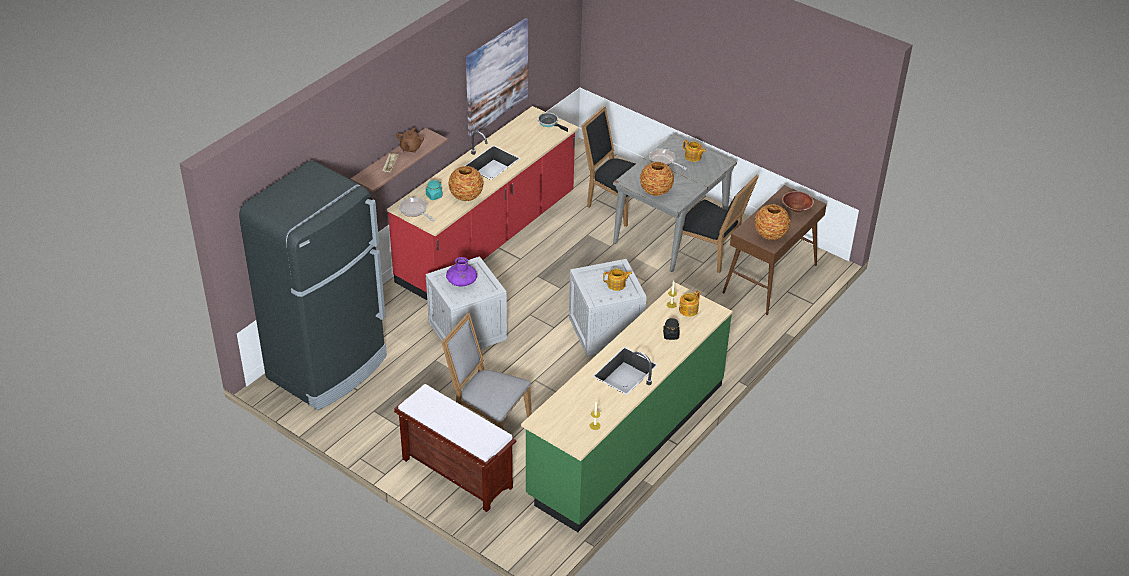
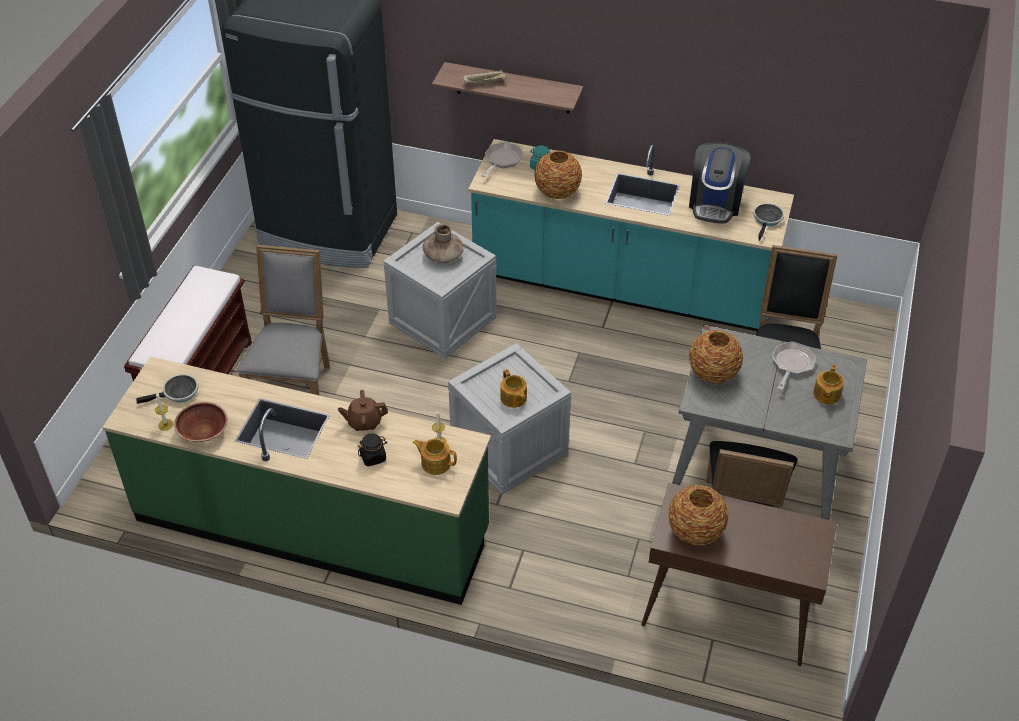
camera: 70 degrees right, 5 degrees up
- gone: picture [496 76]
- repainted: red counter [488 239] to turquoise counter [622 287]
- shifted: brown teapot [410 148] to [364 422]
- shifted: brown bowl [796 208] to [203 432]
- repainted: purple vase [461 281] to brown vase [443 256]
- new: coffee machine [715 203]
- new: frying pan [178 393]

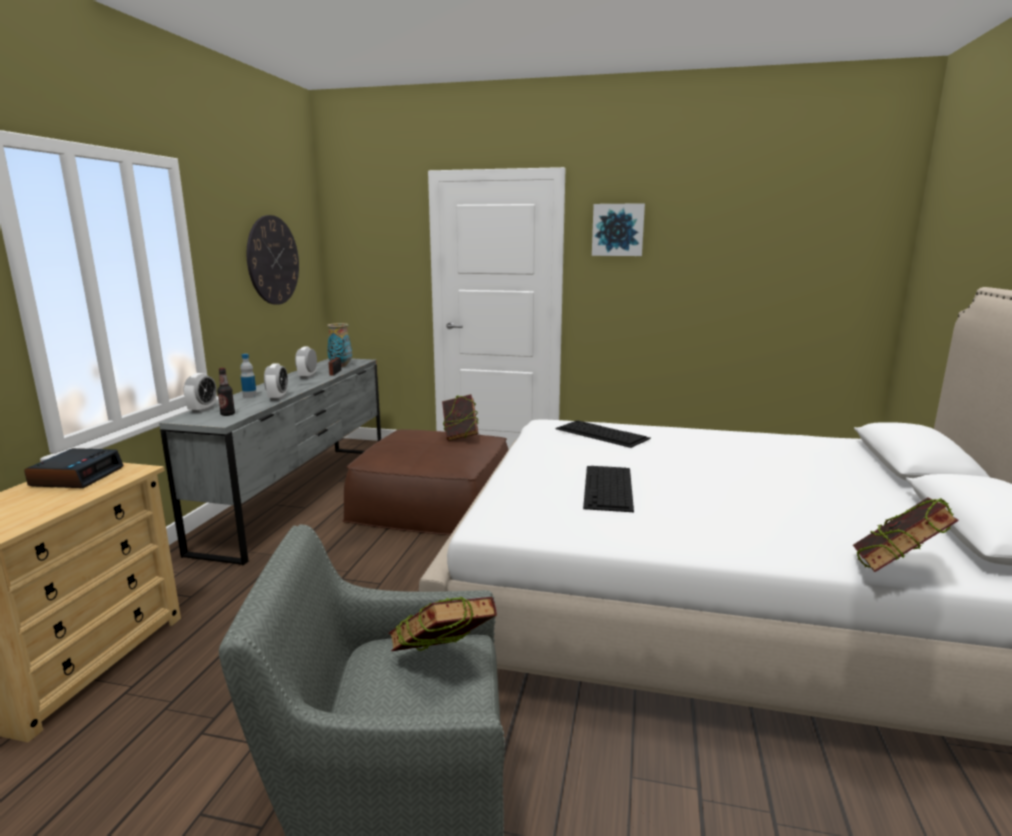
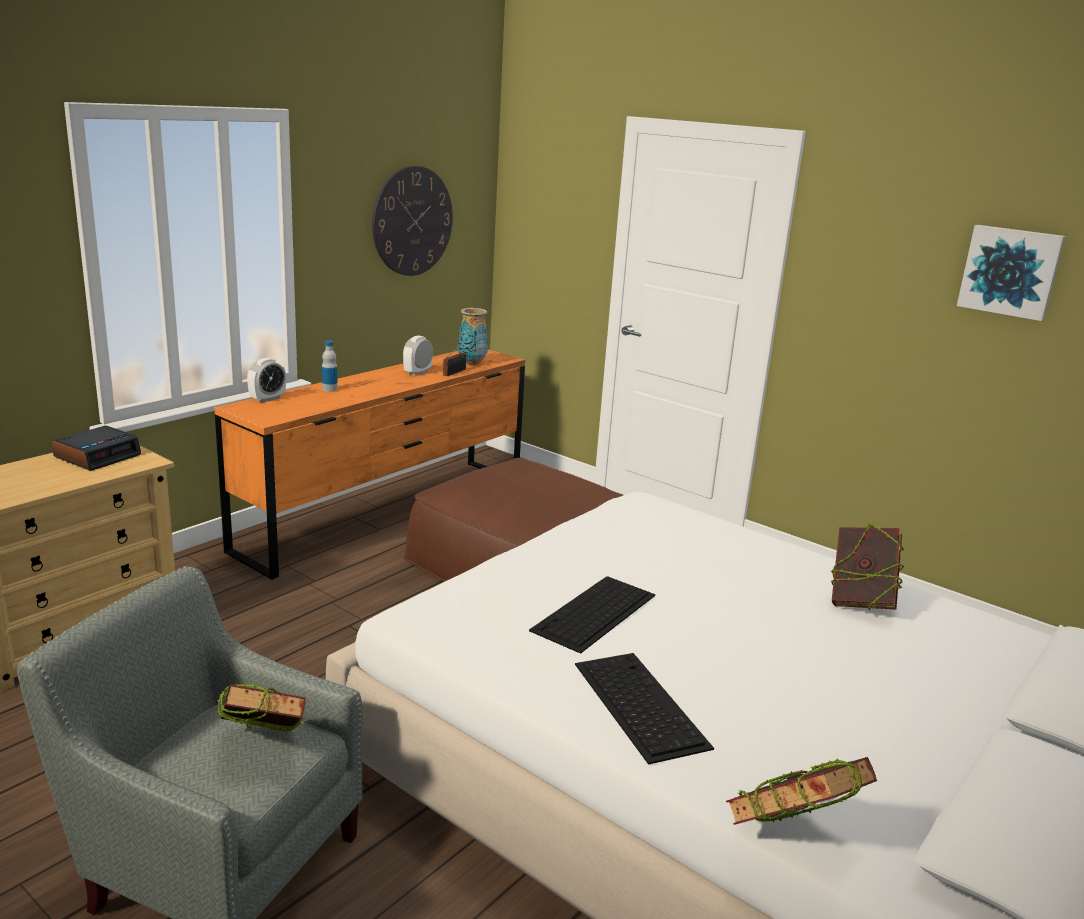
camera: 25 degrees right, 5 degrees up
- shifted: picture [618 230] to [1010 271]
- repainted: grey dresser [301 495] to orange dresser [387 513]
- gone: alarm clock [278 398]
- gone: bottle [227 414]
- shifted: book [460 437] to [859 602]
- shifted: keyboard [600 433] to [638 703]

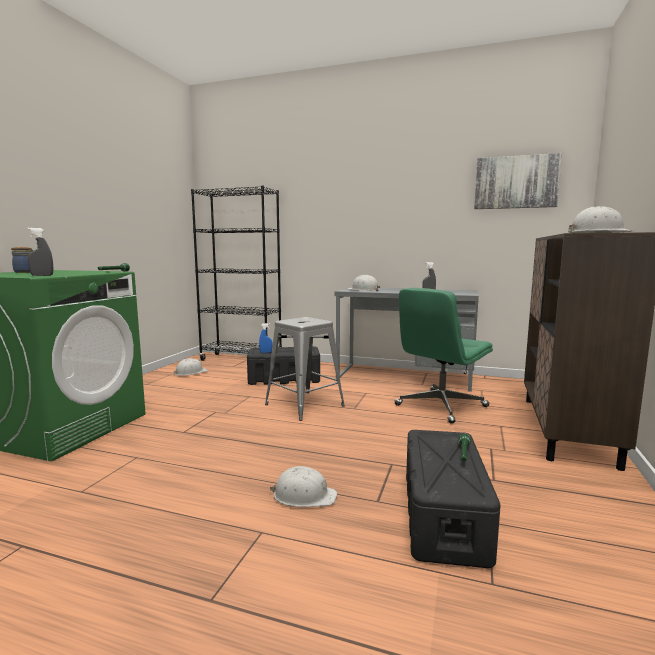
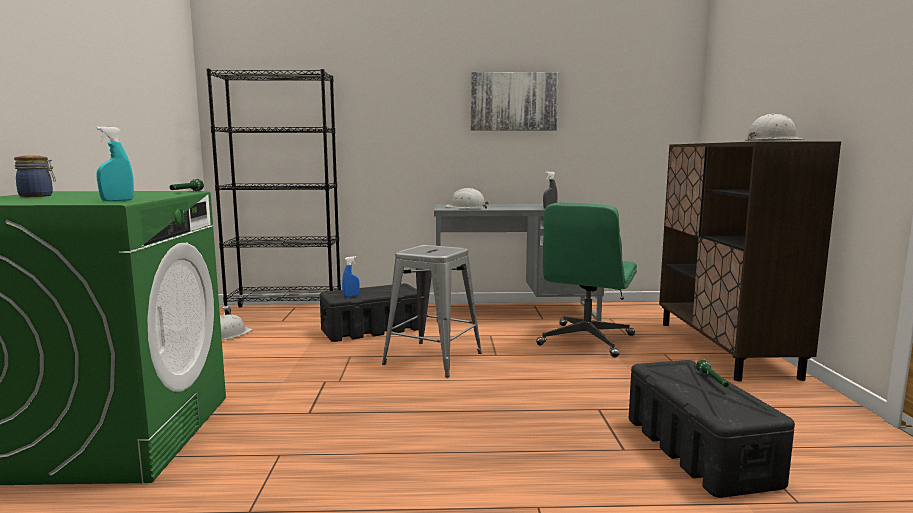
camera: 20 degrees left, 0 degrees up
- shifted: picture [516 182] to [513 101]
- repainted: grey spray bottle [42 275] to turquoise spray bottle [117 200]
- gone: white hard hat [304 496]

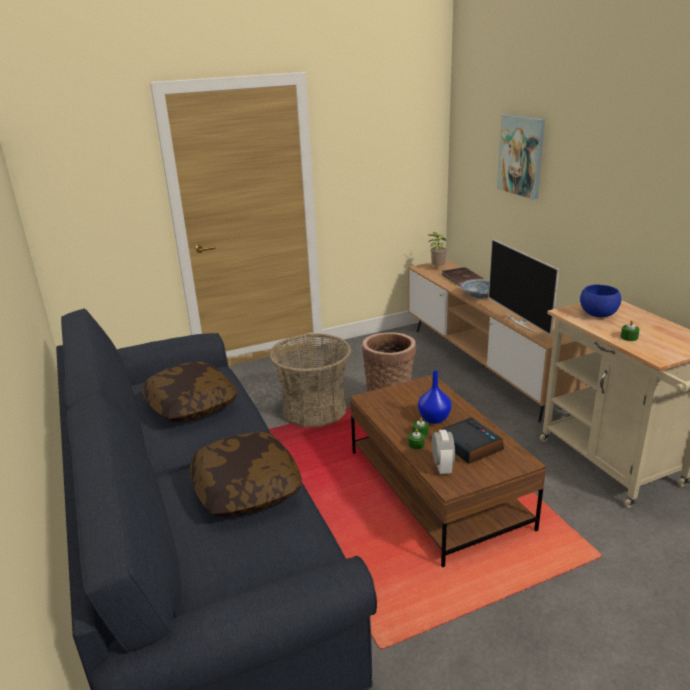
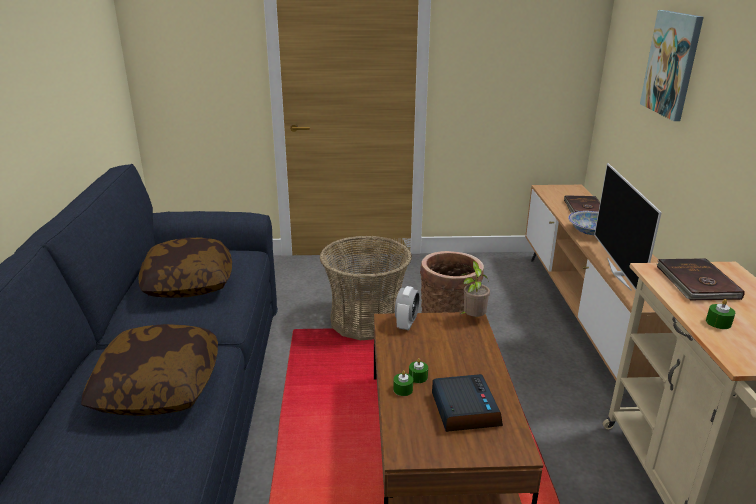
camera: 20 degrees right, 0 degrees up
- shifted: potted plant [437 268] to [472 318]
- swapped: blue bowl [598 315] to brown book [696 283]
- gone: blue vase [434 419]
- shifted: alarm clock [442 467] to [406 324]

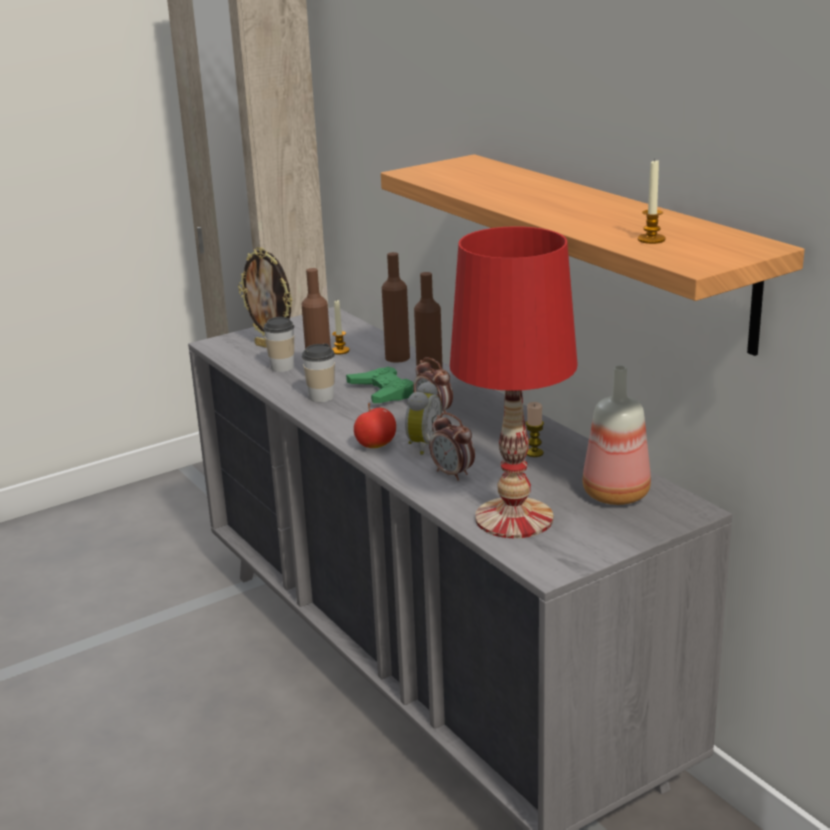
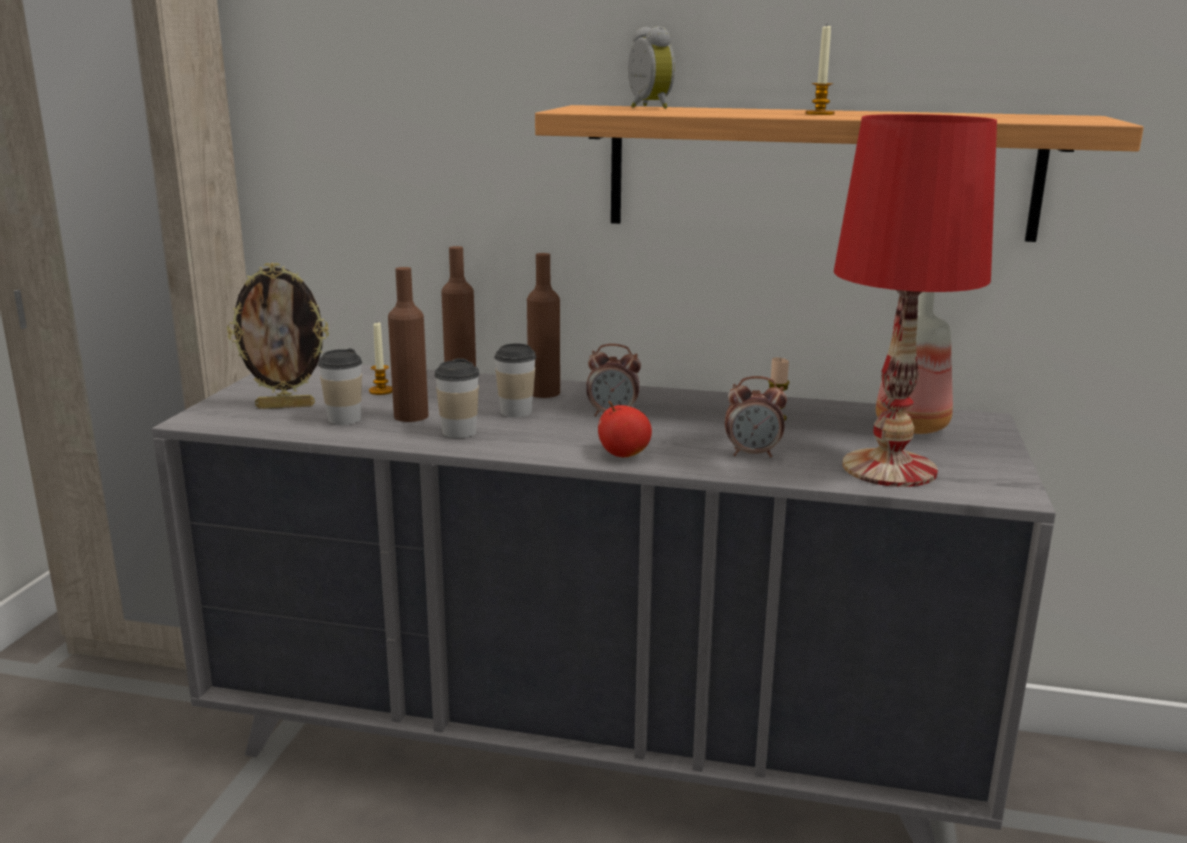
camera: 45 degrees left, 5 degrees down
- shifted: candle [651 239] to [820 114]
- swapped: green game controller [382 392] to cup [516 412]
- shifted: alarm clock [421 445] to [646 107]

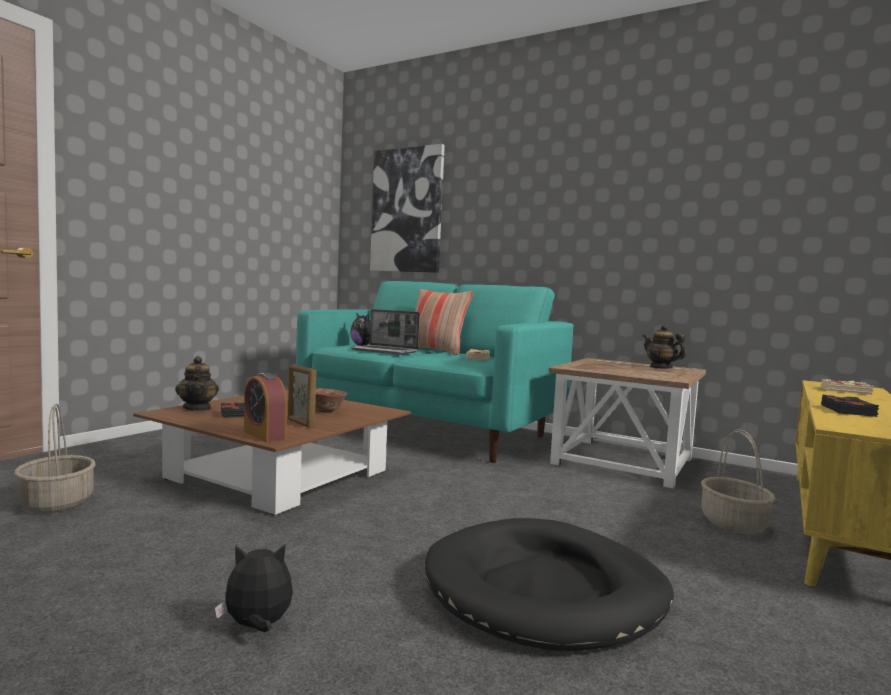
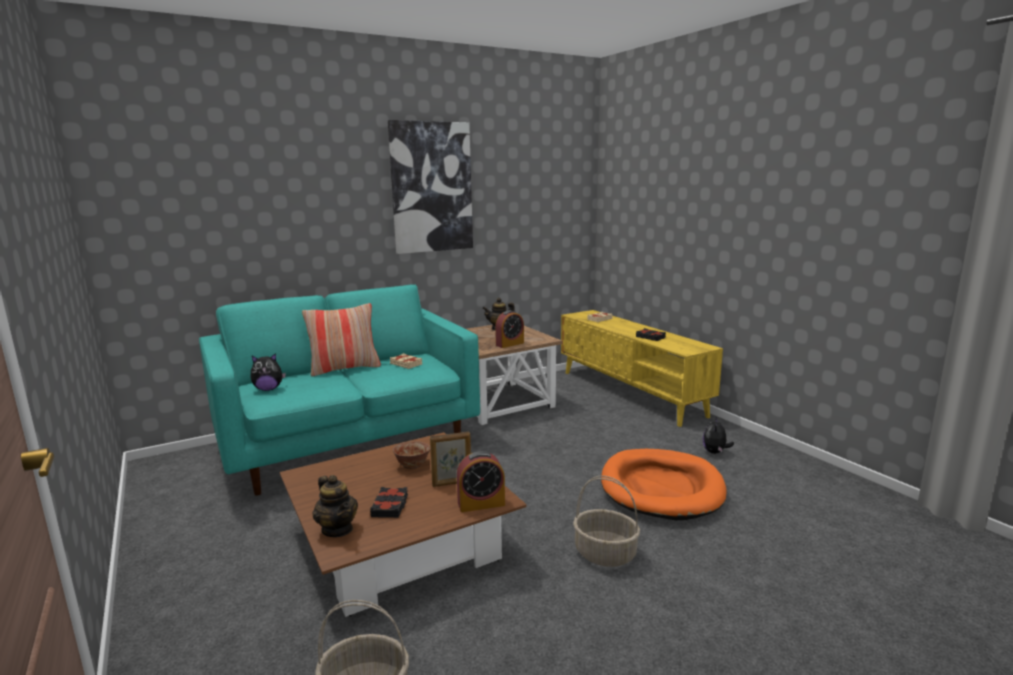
camera: 60 degrees left, 10 degrees up
- shifted: picture [407 210] to [431 187]
- gone: laptop [385 351]
- rotated: teapot [197 408] = [337 529] 45 degrees clockwise
- shifted: basket [734 524] to [606 553]
- repainted: black dog bed [545 590] to orange dog bed [661 488]
- shifted: plush toy [257 627] to [715 452]
- new: alarm clock [510 344]

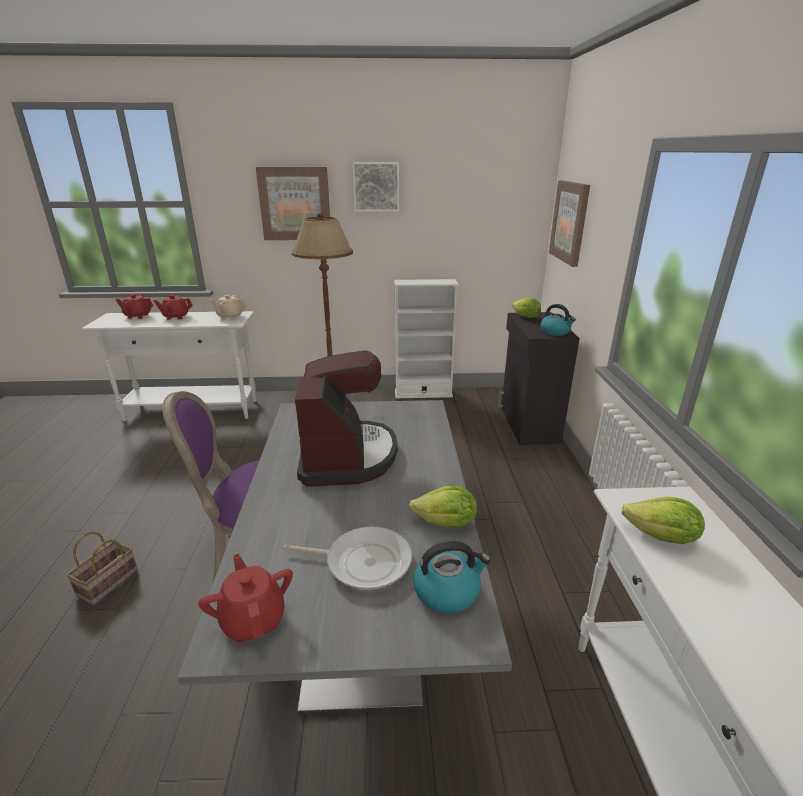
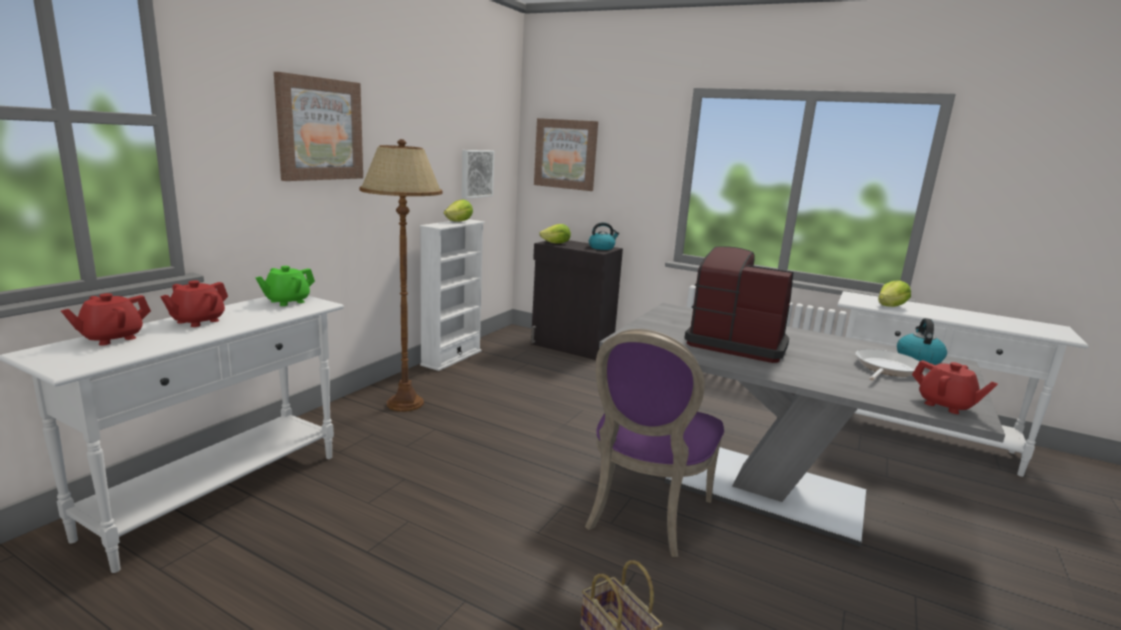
camera: 60 degrees left, 10 degrees down
- shifted: picture [376 187] to [476 173]
- repainted: beige teapot [230 317] to green teapot [287 301]
- shifted: lettuce [446 523] to [459 221]
- rotated: red teapot [253 619] = [945 405] 135 degrees counterclockwise

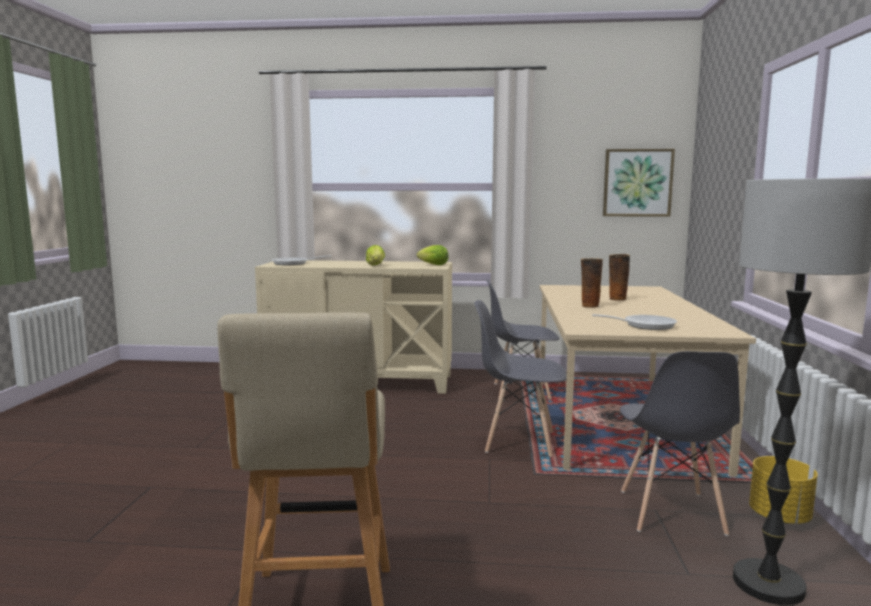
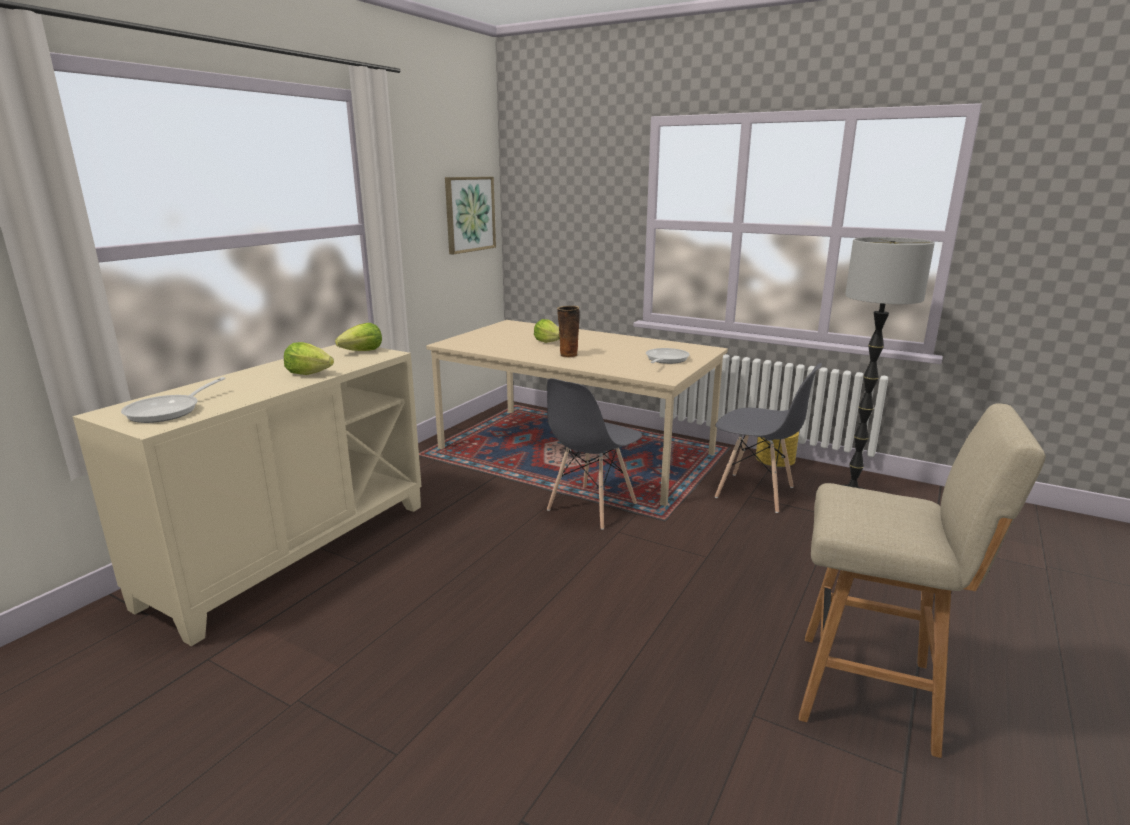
camera: 65 degrees left, 10 degrees up
- swapped: vase [617 299] to lettuce [548 342]
- gone: grey chair [520 391]

